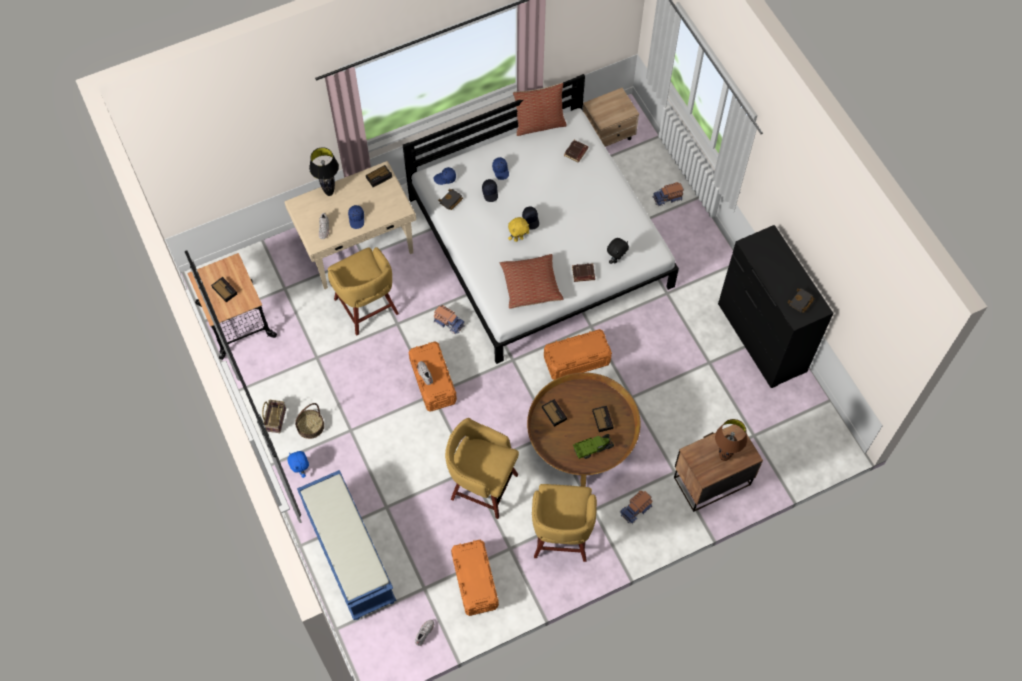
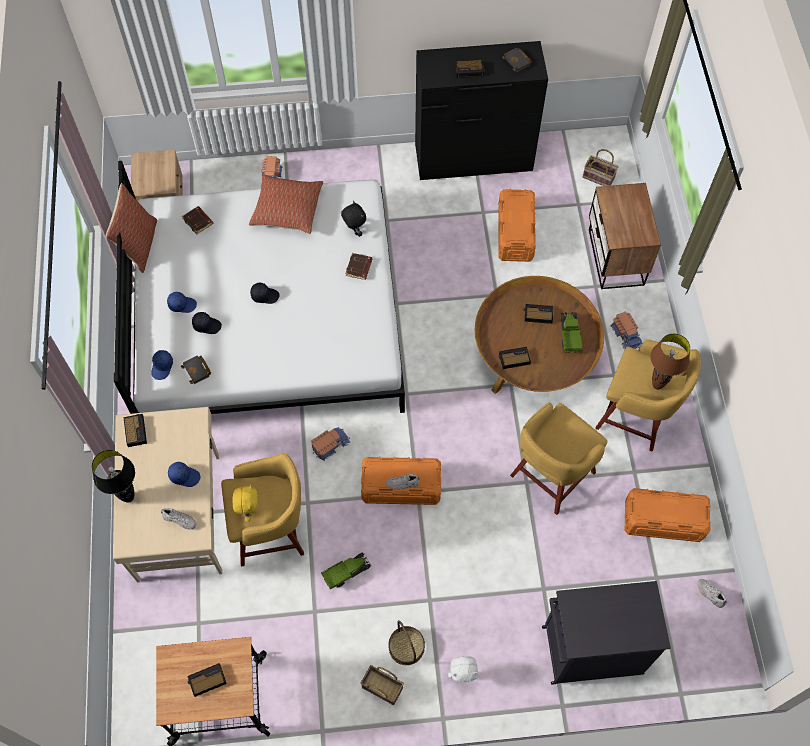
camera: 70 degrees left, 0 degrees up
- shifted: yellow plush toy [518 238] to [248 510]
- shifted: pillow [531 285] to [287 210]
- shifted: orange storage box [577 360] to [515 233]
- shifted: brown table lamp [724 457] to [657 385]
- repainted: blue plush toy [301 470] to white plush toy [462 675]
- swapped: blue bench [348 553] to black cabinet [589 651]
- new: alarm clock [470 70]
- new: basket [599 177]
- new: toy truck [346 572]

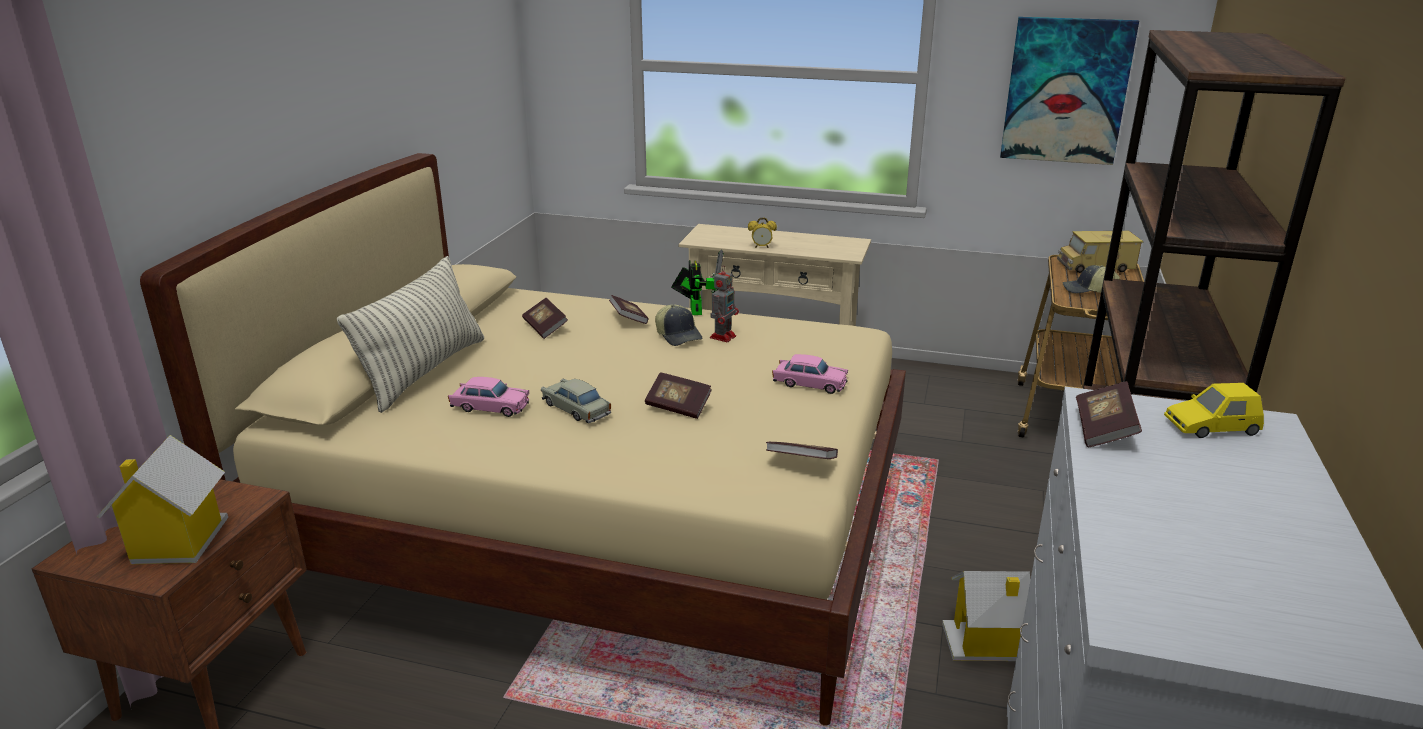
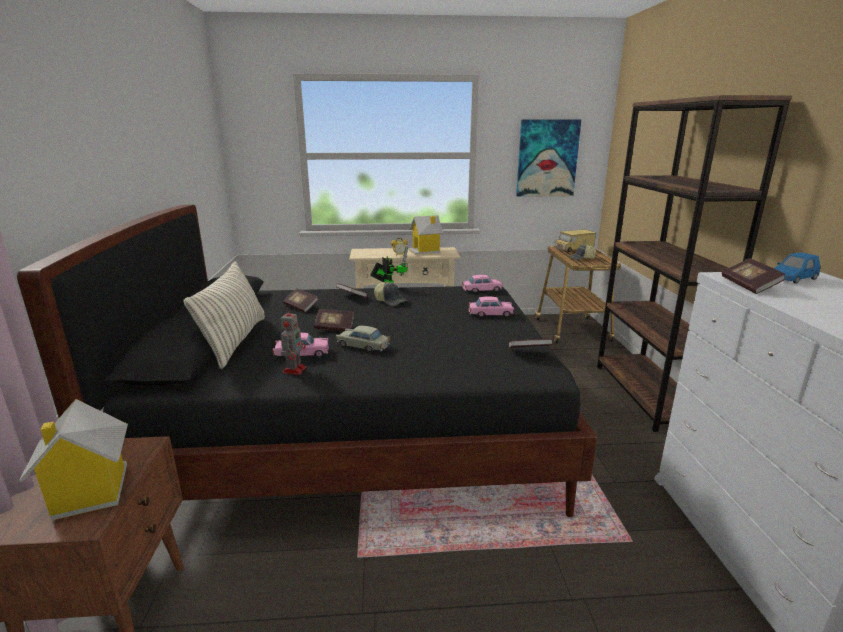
camera: 20 degrees left, 5 degrees down
- repainted: beige bed [598 529] to black bed [356 434]
- shifted: toy robot [723 336] to [294 369]
- shifted: book [678 407] to [334 328]
- repainted: yellow toy car [1211 427] to blue toy car [792 279]
- shifted: toy house [983 642] to [425 251]
- new: pink toy car [482 290]

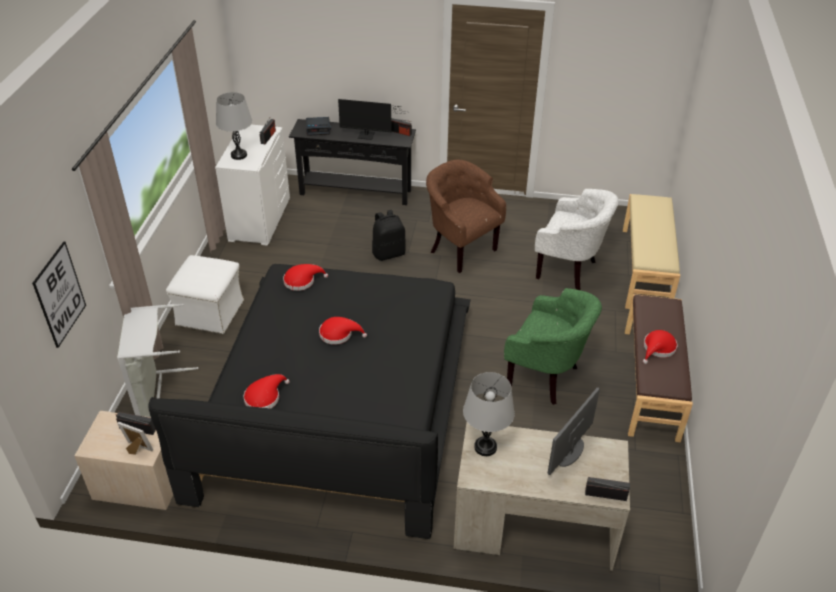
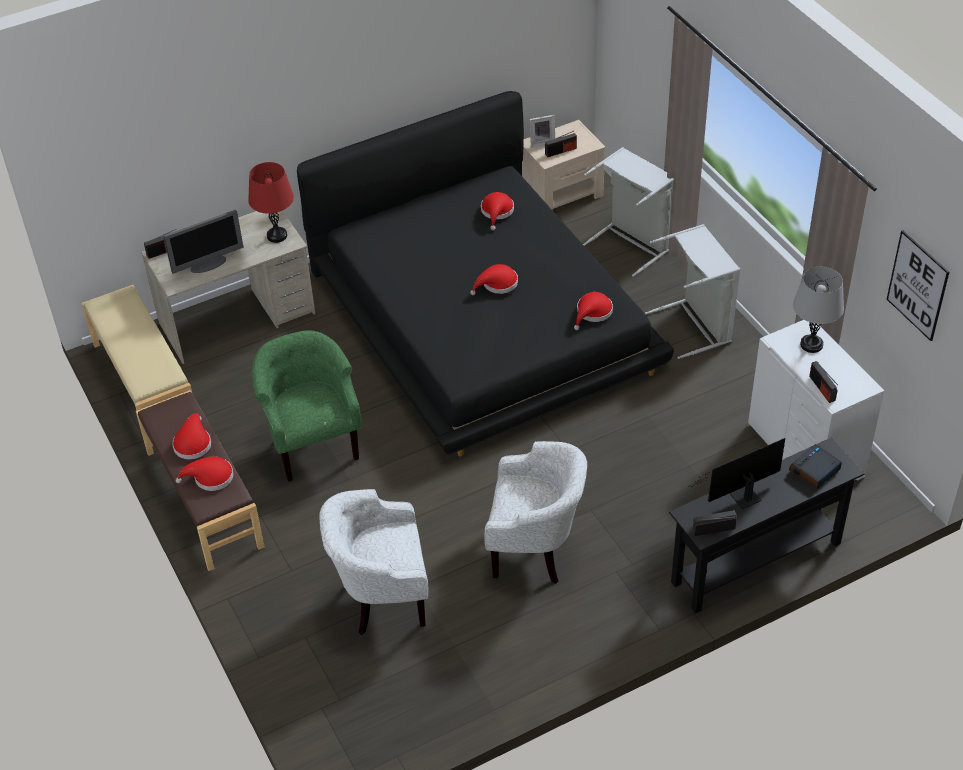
camera: 145 degrees right, 5 degrees up
- repainted: brown armchair [460 249] to white armchair [536 551]
- shifted: beige bench [645 269] to [144 385]
- gone: black backpack [389 253]
- shifted: picture [60 294] to [917 285]
- swapped: white ottoman [210 312] to grey laundry basket [696 325]
- rotated: green armchair [546 378] = [313 446] 75 degrees clockwise
- repainted: grey table lamp [485 447] to red table lamp [277 235]
- rotated: monitor [570 453] = [208 264] 60 degrees clockwise
- new: red hat [210 478]

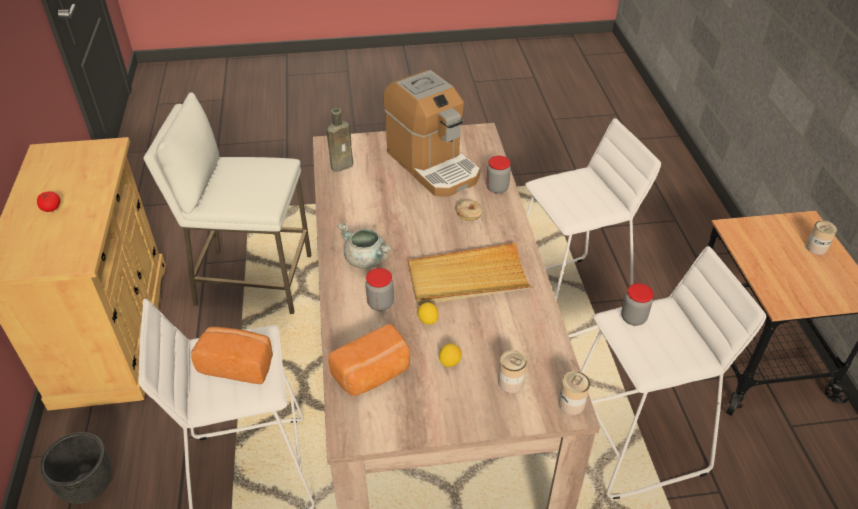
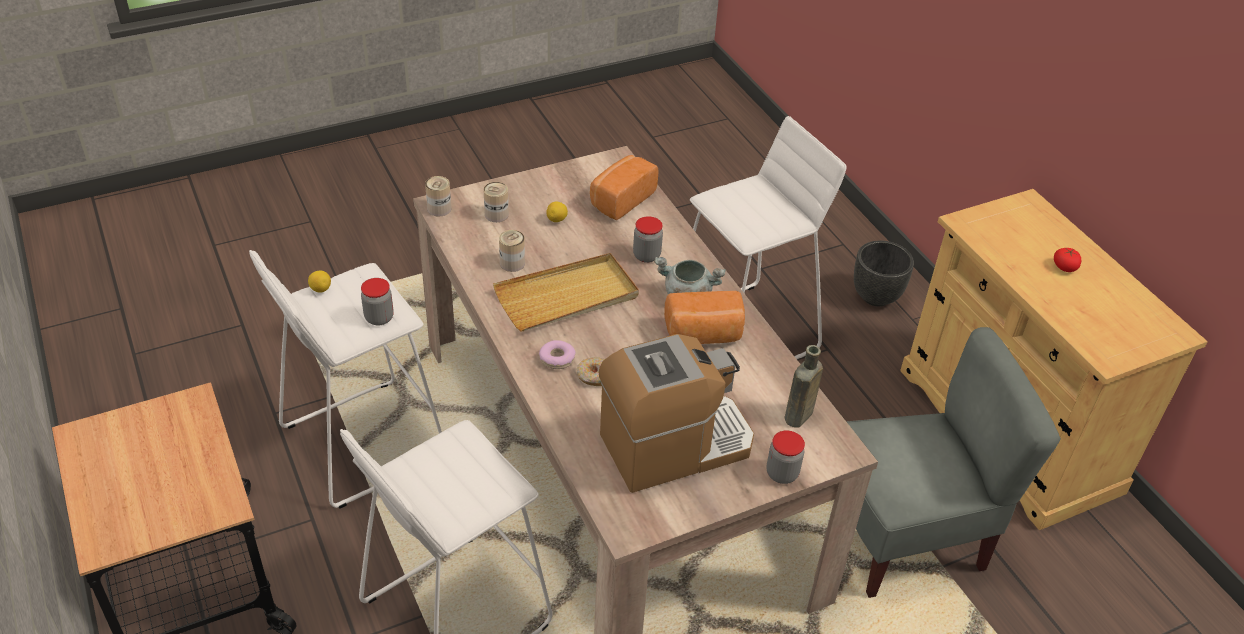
camera: 160 degrees right, 0 degrees up
- rotated: coffee machine [433 164] = [675 445] 120 degrees clockwise
- swapped: white stool [253 280] to grey chair [905 535]
- shifted: jar [497 188] to [782 473]
- shifted: can [816 247] to [512 263]
- shifted: lemon [428 320] to [320 289]
- shifted: bread [238 364] to [704 334]
- new: donut [557 359]

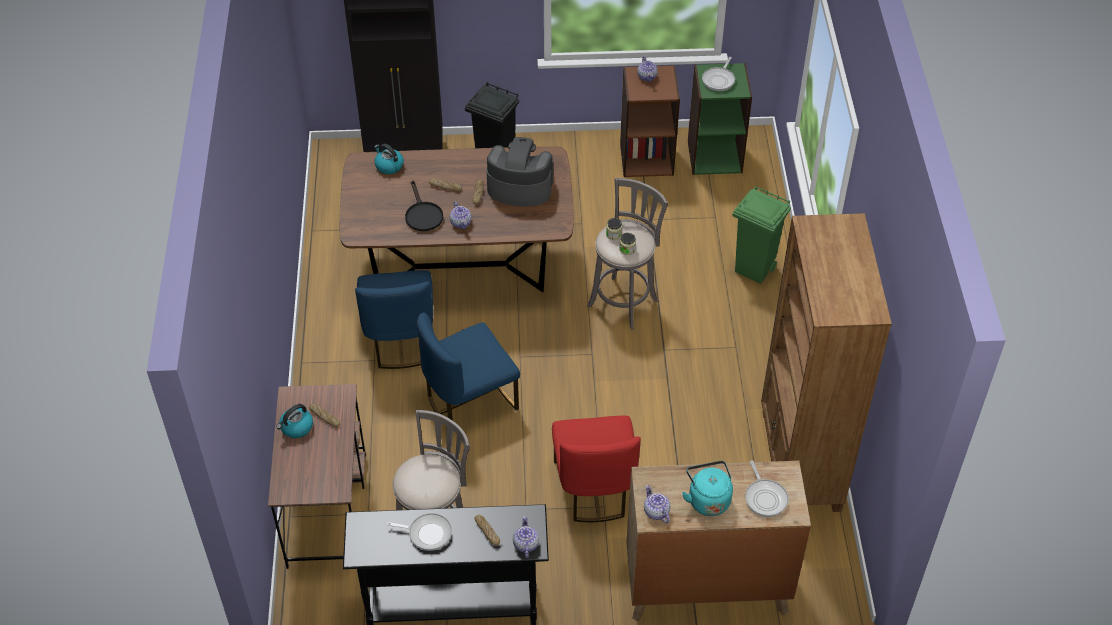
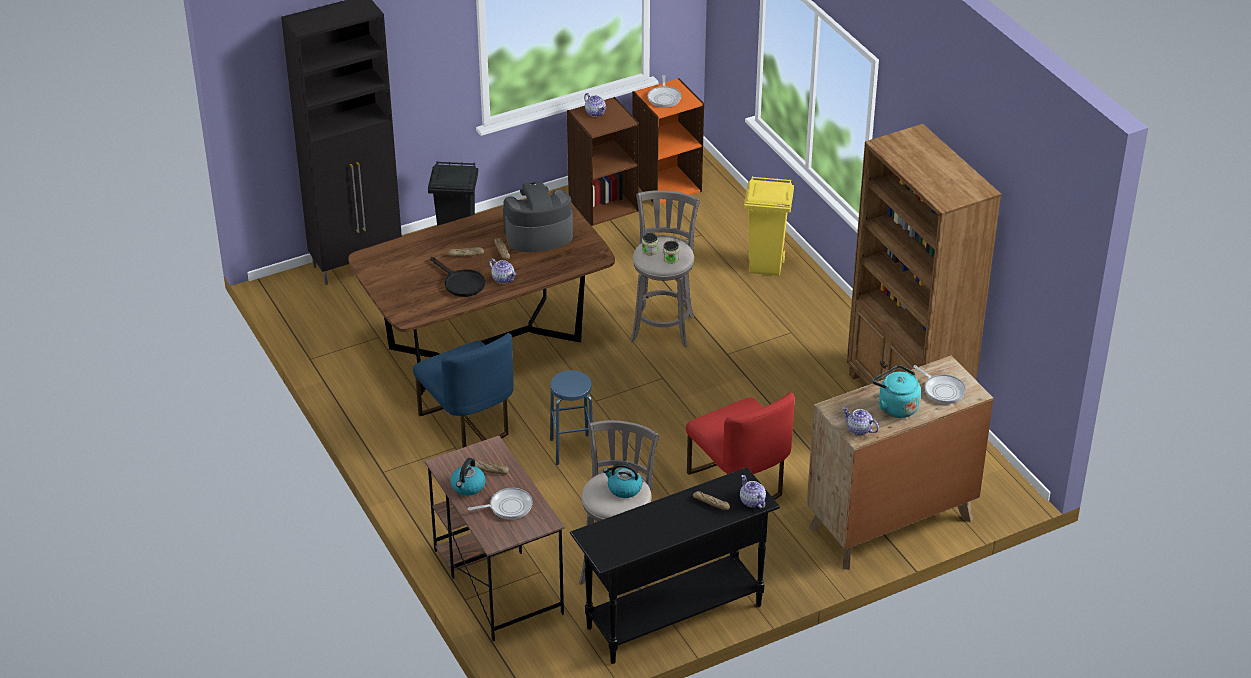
camera: 25 degrees left, 10 degrees down
- repainted: green bookcase [714 156] to orange bookcase [666 185]
- shifted: kettle [389 166] to [624 488]
- repainted: green trash can [754 270] to yellow trash can [766 266]
- swapped: blue chair [469 399] to blue stool [572 449]
- shifted: frying pan [427 533] to [508 506]

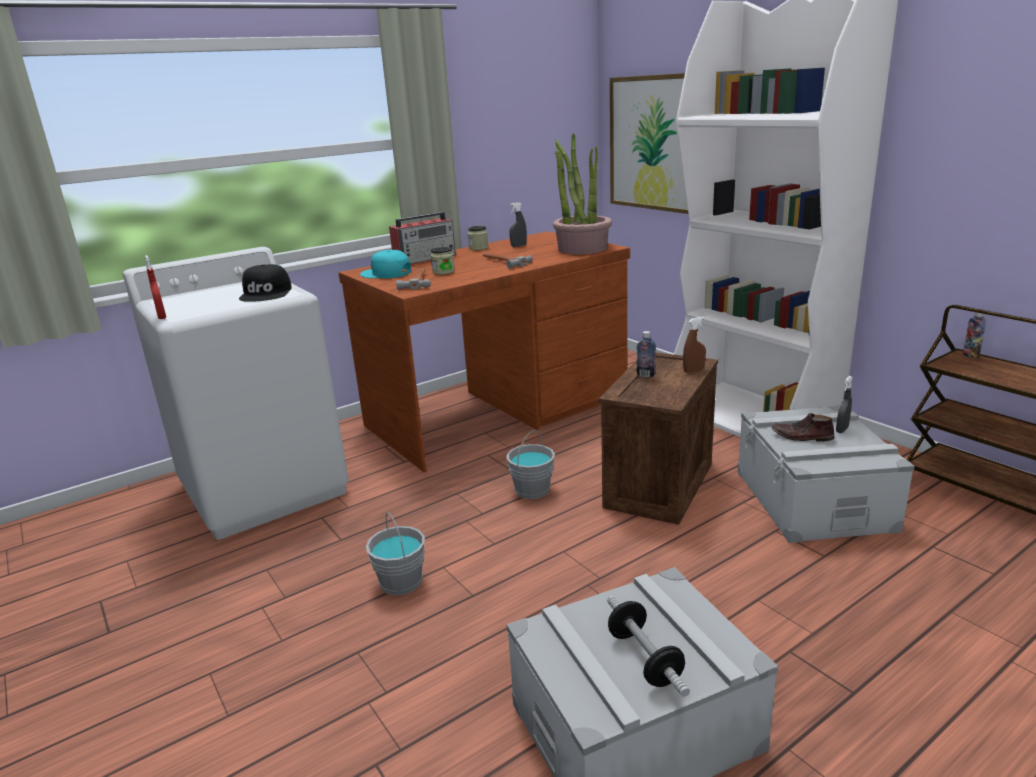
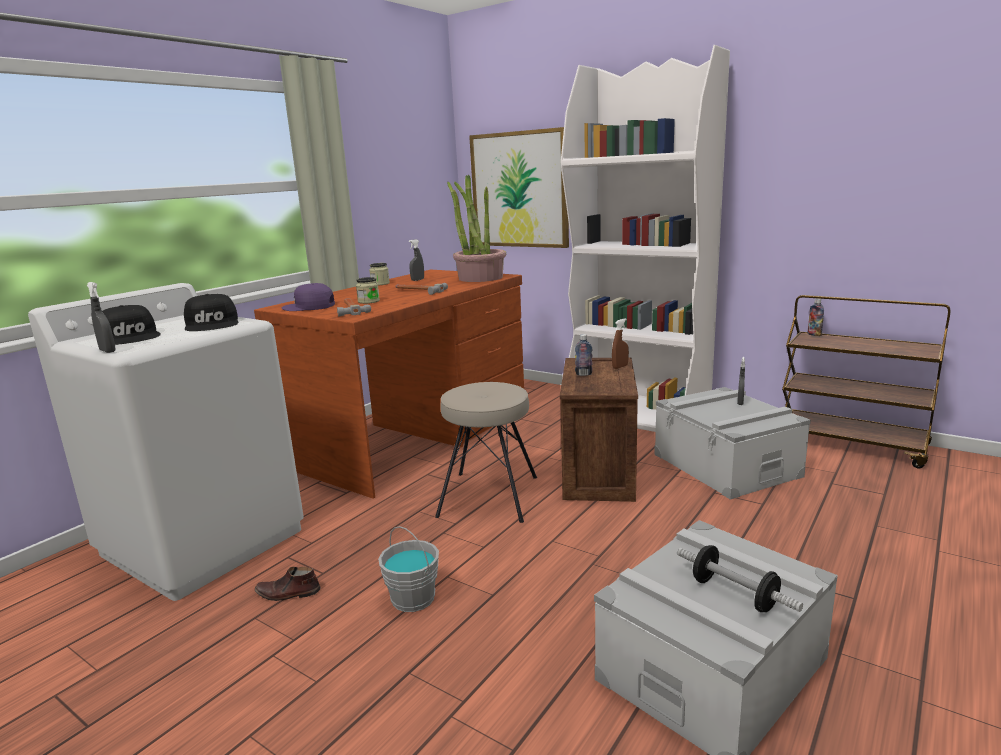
camera: 20 degrees left, 5 degrees down
- gone: radio [426 259]
- repainted: turquoise cap [386 273] to purple cap [309 306]
- repainted: red spray bottle [162 317] to grey spray bottle [107 351]
- shifted: brown shoe [802 437] to [288 593]
- swapped: grey bucket [532 490] to beige stool [490 496]
- new: black cap [130 336]

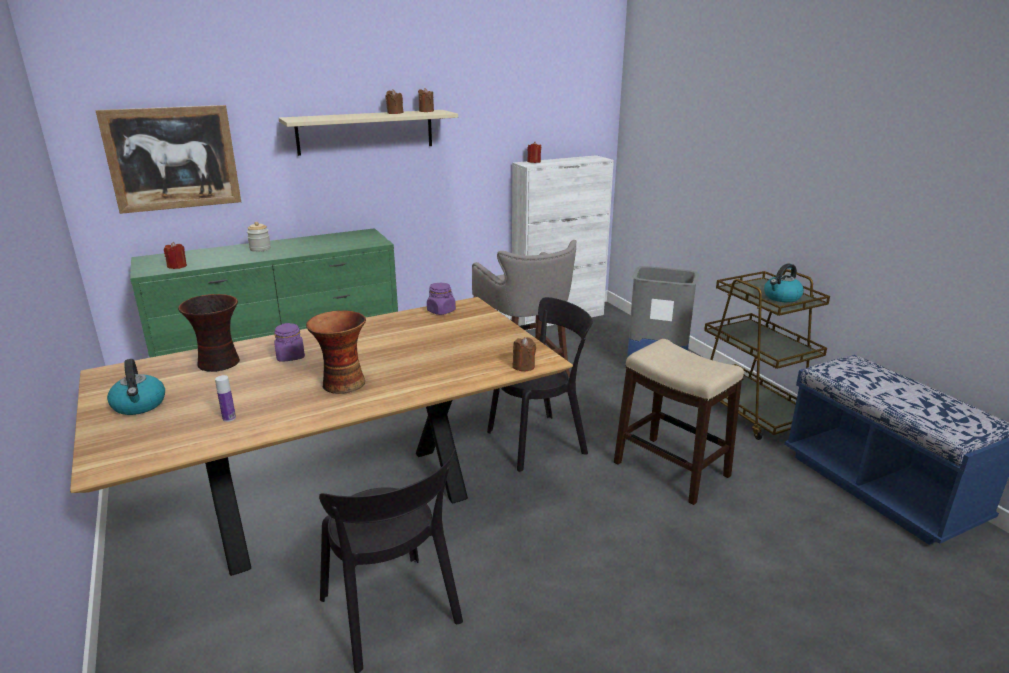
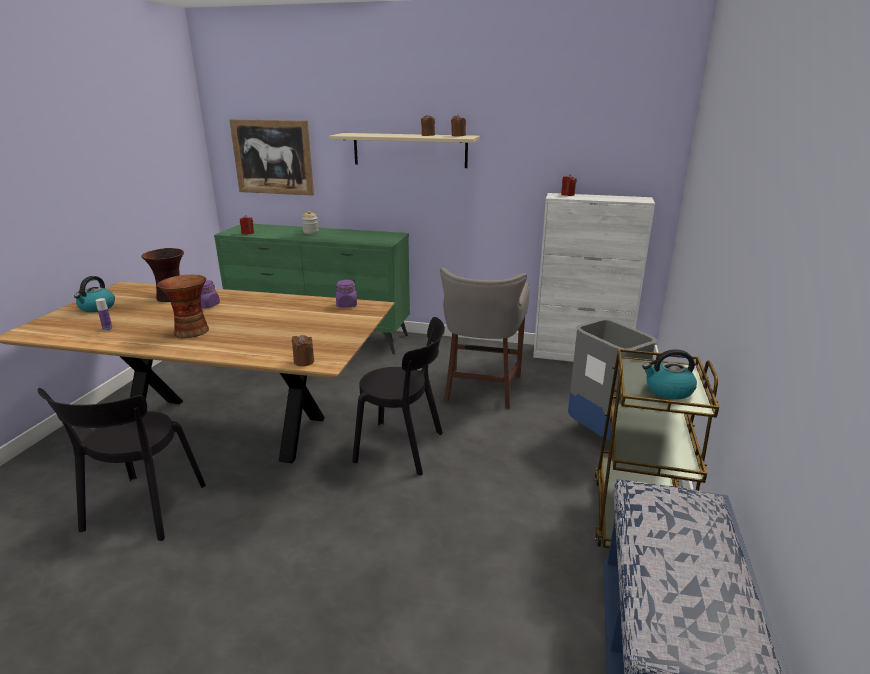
camera: 40 degrees right, 0 degrees up
- gone: stool [672 469]

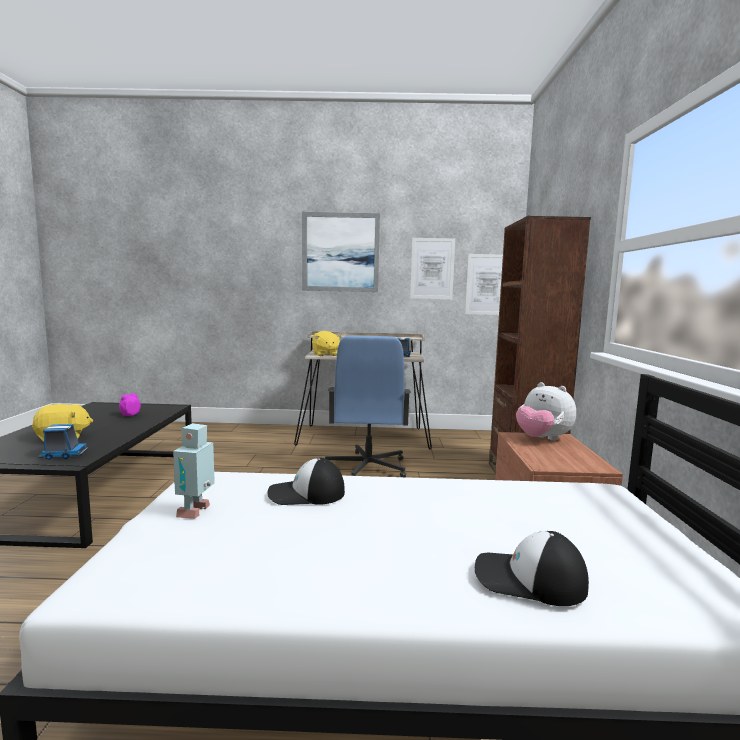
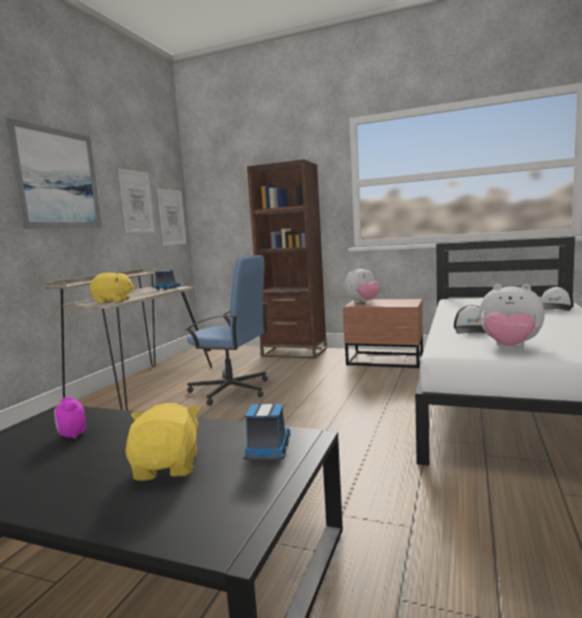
camera: 70 degrees left, 0 degrees up
- swapped: toy robot [197 511] to plush toy [509 347]

